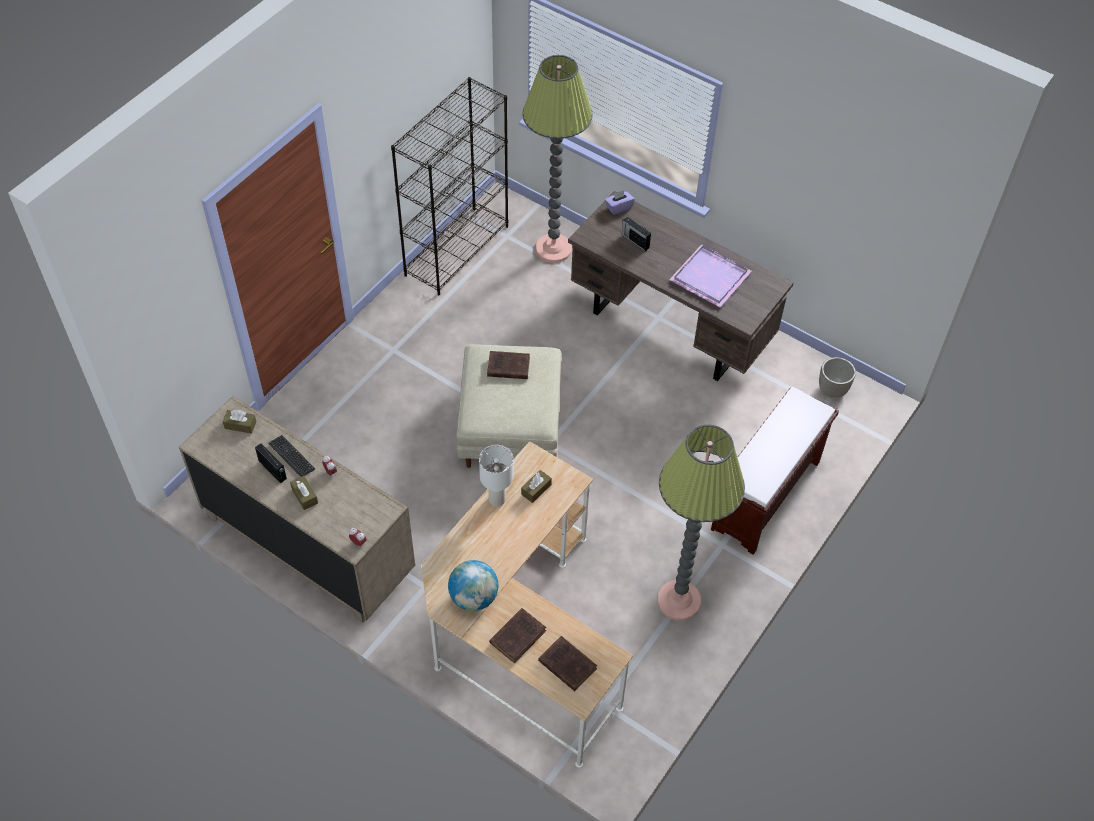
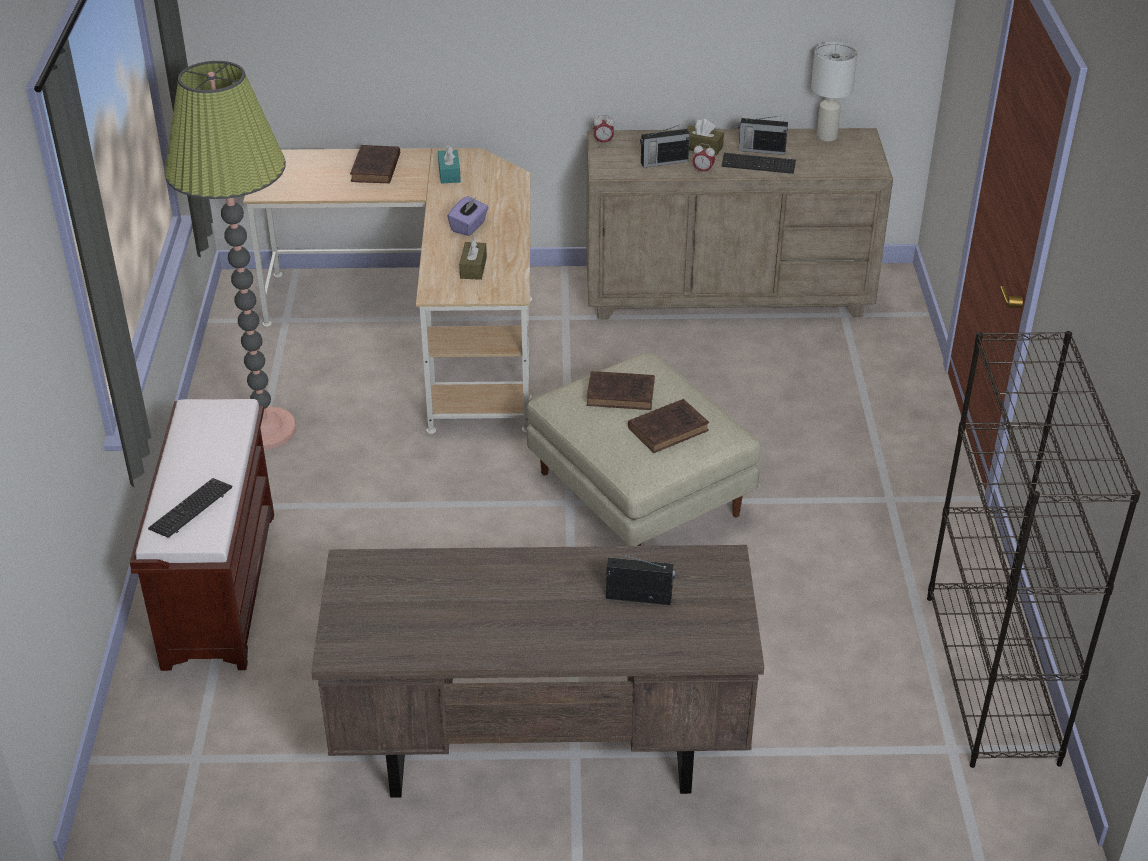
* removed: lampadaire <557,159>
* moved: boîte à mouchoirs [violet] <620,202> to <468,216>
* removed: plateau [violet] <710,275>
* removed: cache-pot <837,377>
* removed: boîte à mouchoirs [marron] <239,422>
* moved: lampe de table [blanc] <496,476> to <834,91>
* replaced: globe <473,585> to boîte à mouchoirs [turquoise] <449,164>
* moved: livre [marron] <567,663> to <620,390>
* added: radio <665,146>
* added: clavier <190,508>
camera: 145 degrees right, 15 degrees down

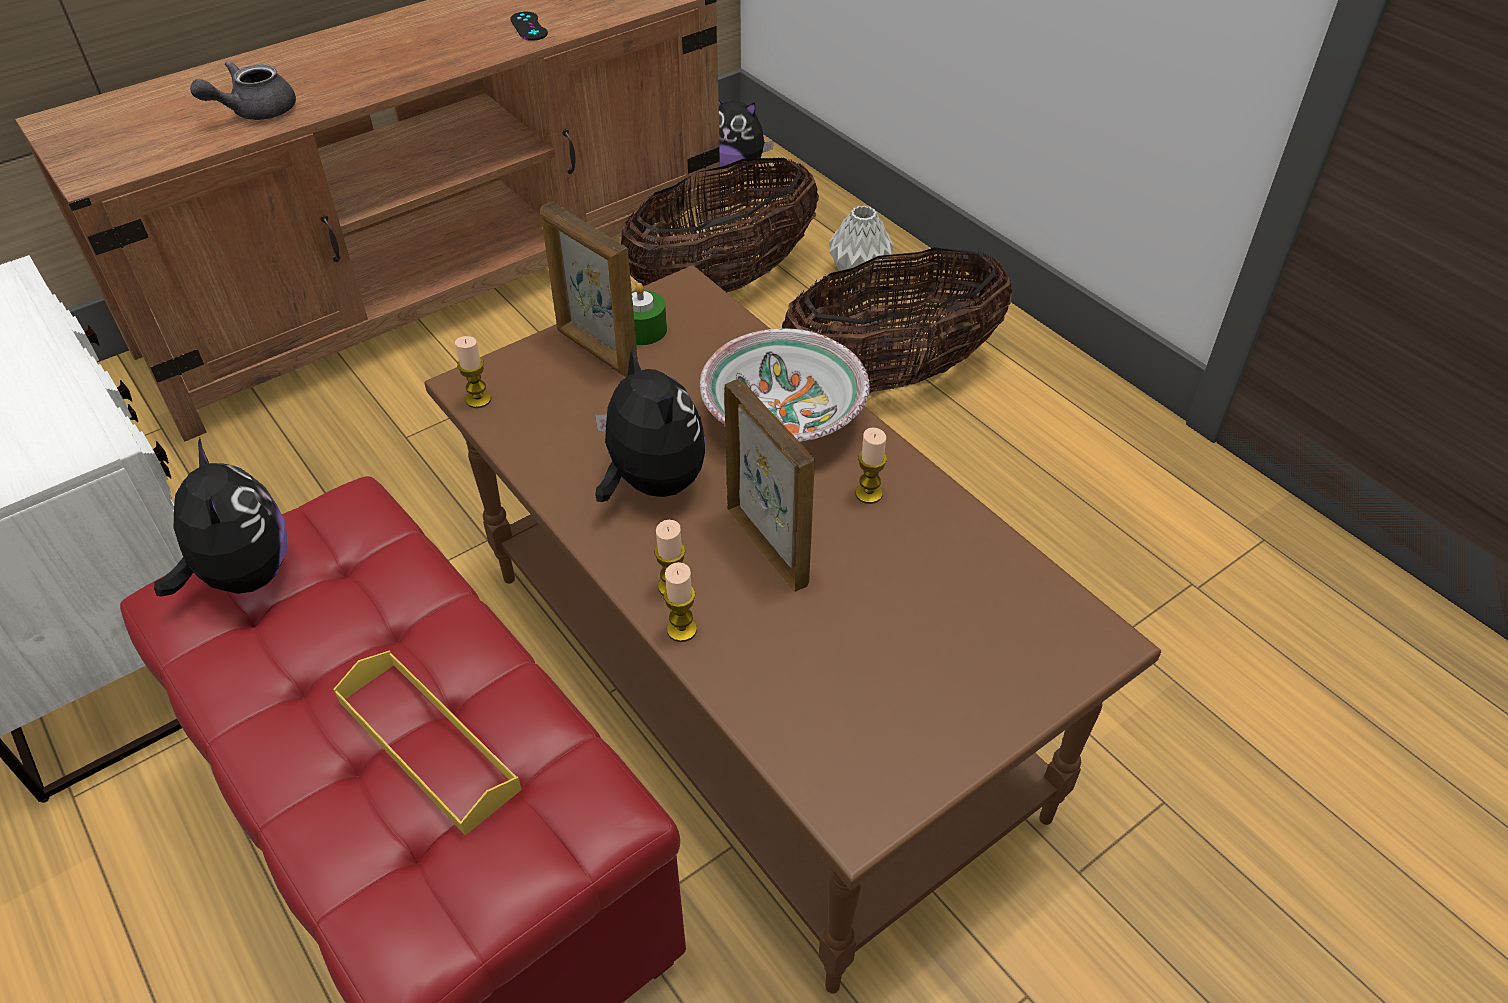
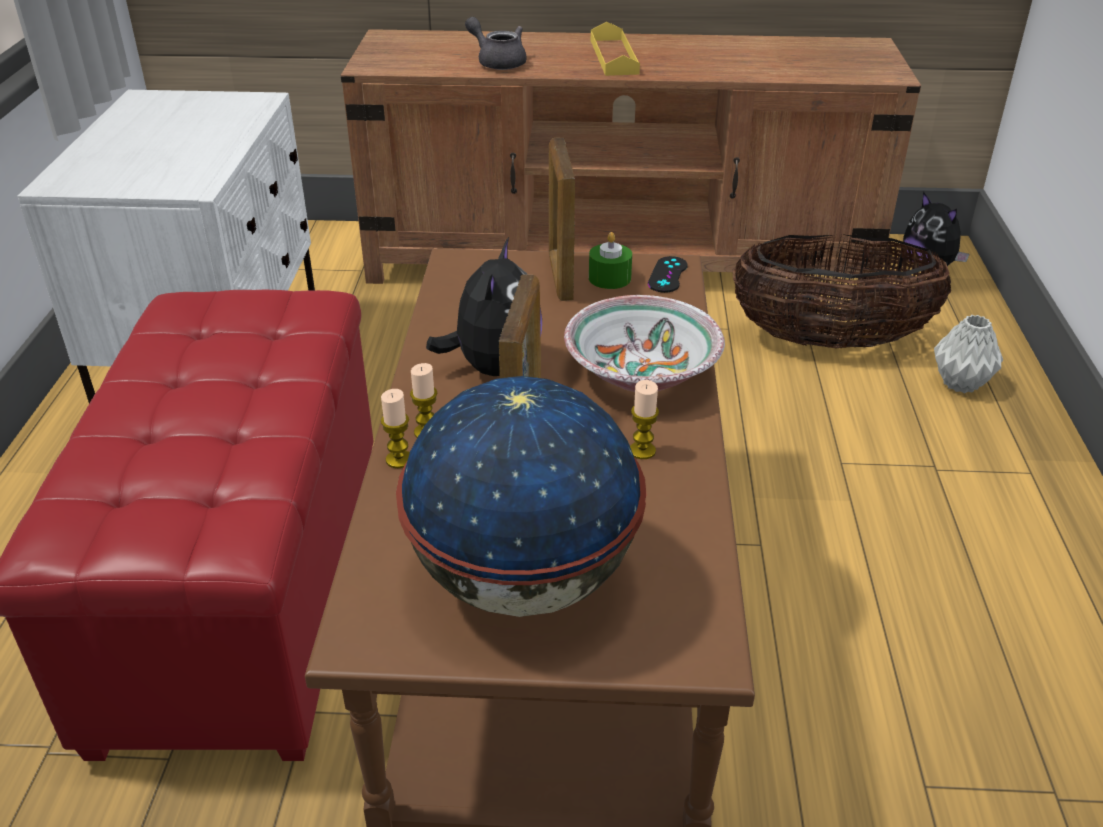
* moved: manette [noir] <529,26> to <668,274>
* turned: théière [gris] <243,90> = <496,43> 45 degrees clockwise
* removed: panier <897,320>
* removed: bougie <473,372>
* removed: peluche <220,517>
* moved: plateau [jaune] <428,742> to <615,49>
* added: globe <521,496>
camera: 40 degrees right, 10 degrees down

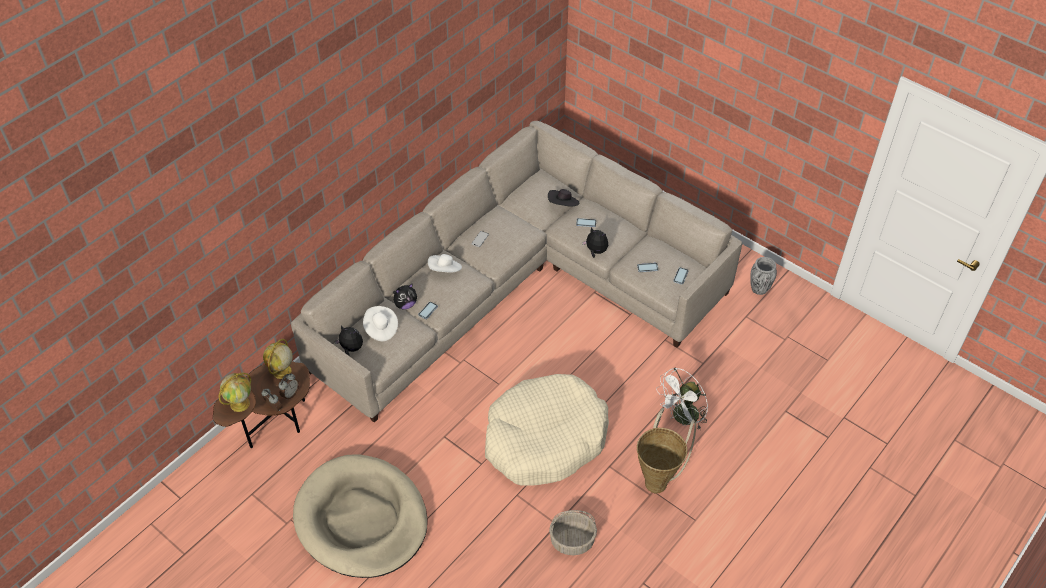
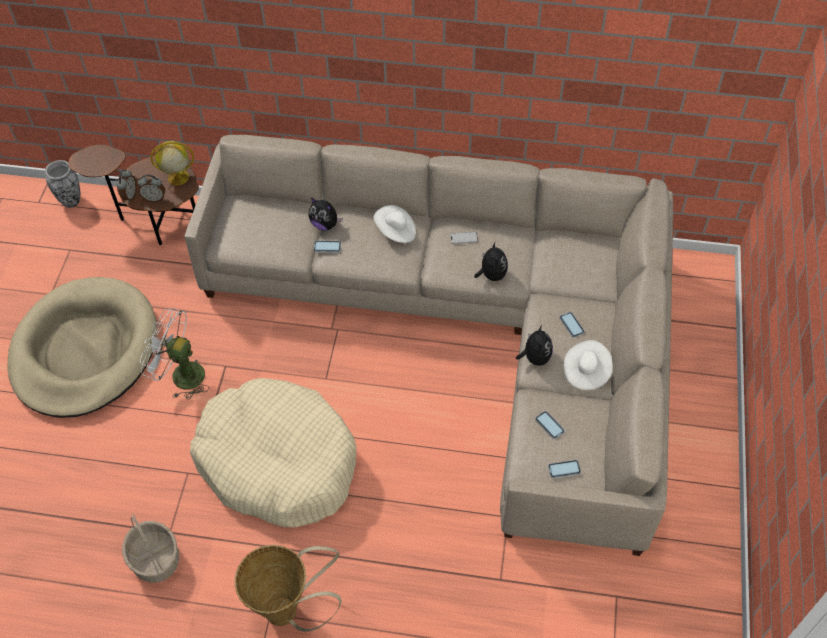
* removed: chapeau [noir] <563,198>
* moved: vase <763,276> to <63,184>
* moved: chapeau [blanc] <380,323> to <588,365>
* moved: peluche <349,340> to <491,261>
* moved: ventilateur [blanc] <682,398> to <174,354>
* removed: globe <235,392>
camera: 60 degrees right, 5 degrees up

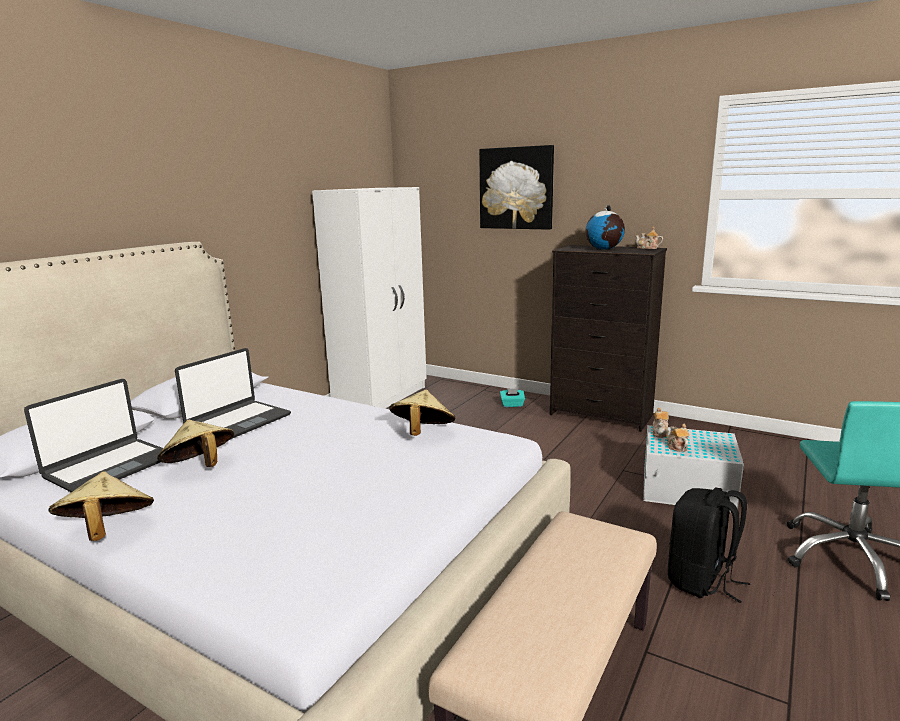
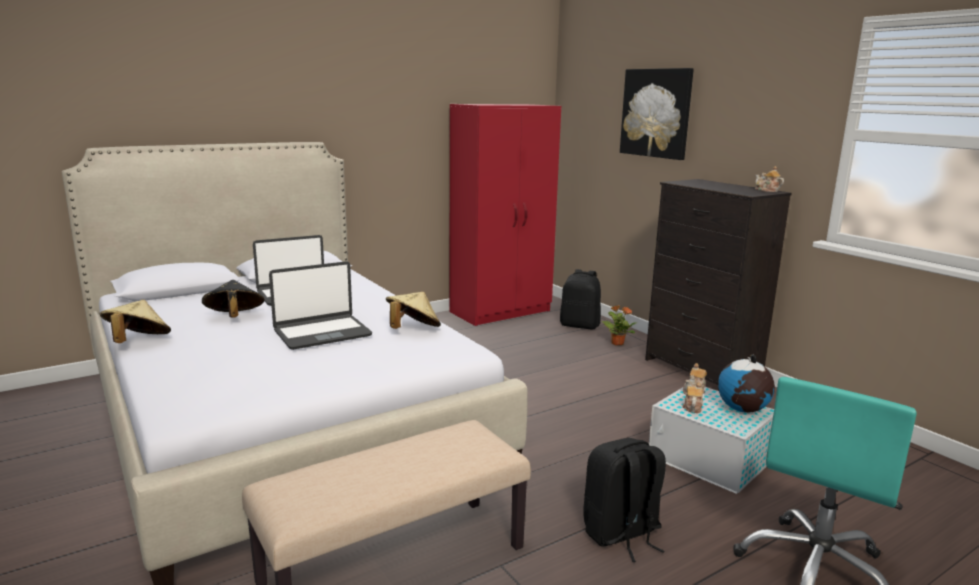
* recoloured: armoire [blanc] <369,297> to armoire [rouge] <505,215>
* moved: globe <605,227> to <746,384>
* moved: ordinateur portable <93,435> to <320,305>
* replaced: boîte à mouchoirs [turquoise] <512,398> to plante en pot <620,325>
* recoloured: chapeau [beige] <195,443> to chapeau [noir] <233,299>
* added: sac à dos [noir] <580,299>
camera: 25 degrees right, 0 degrees up

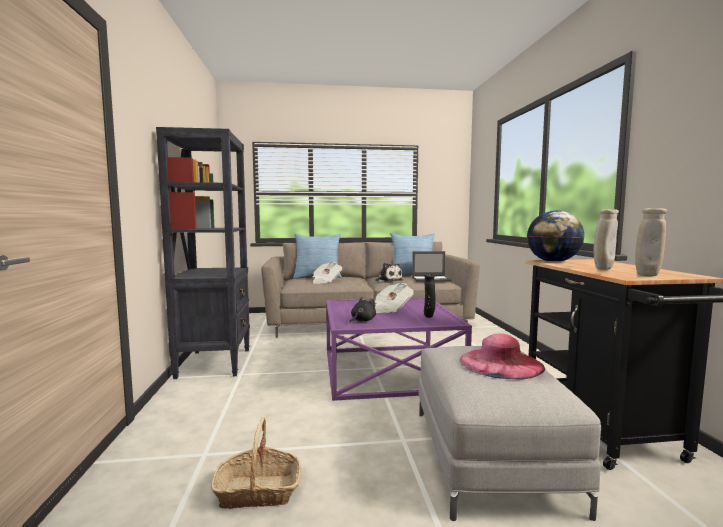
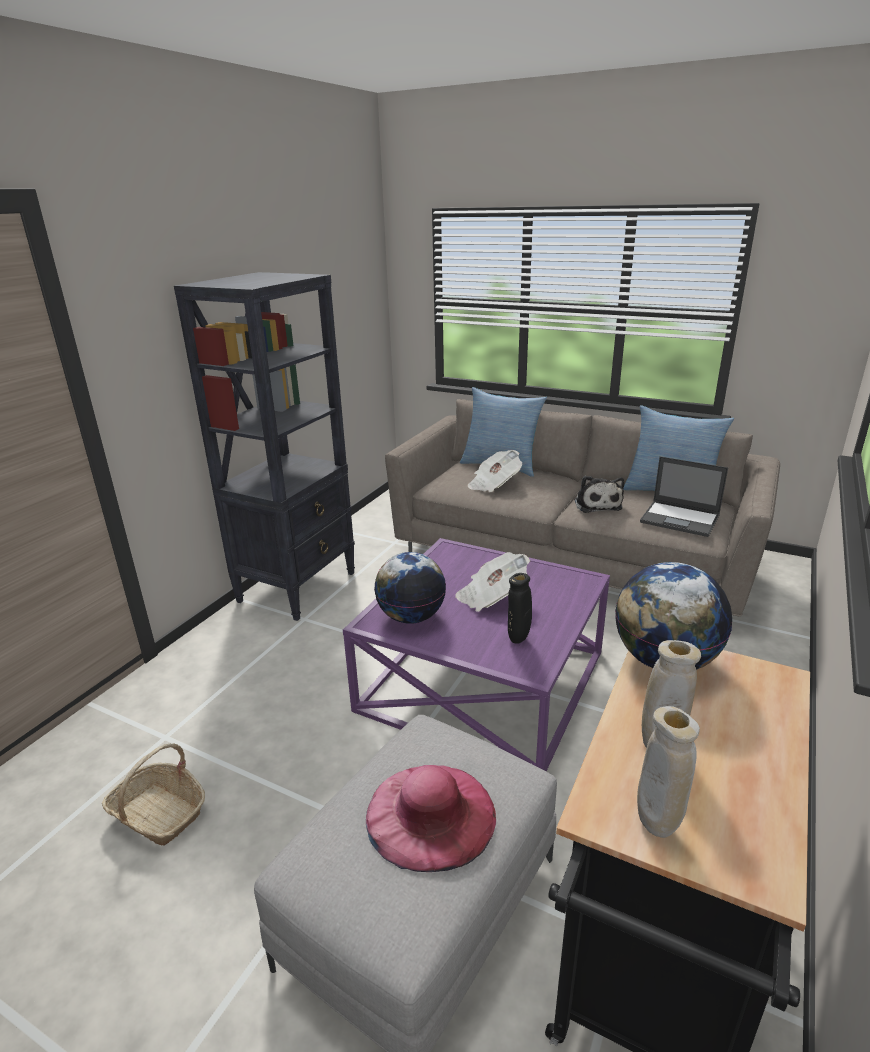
* replaced: peluche [noir] <363,310> to globe <410,588>
camera: 35 degrees right, 20 degrees up

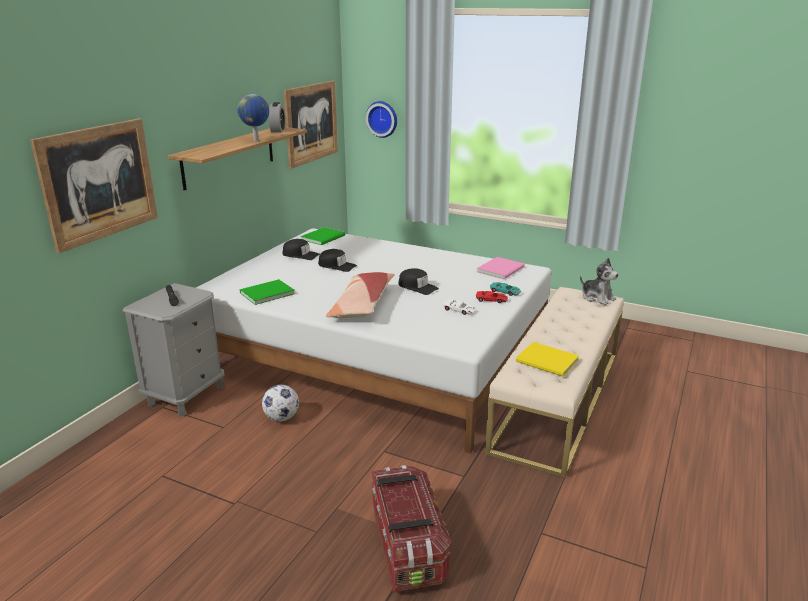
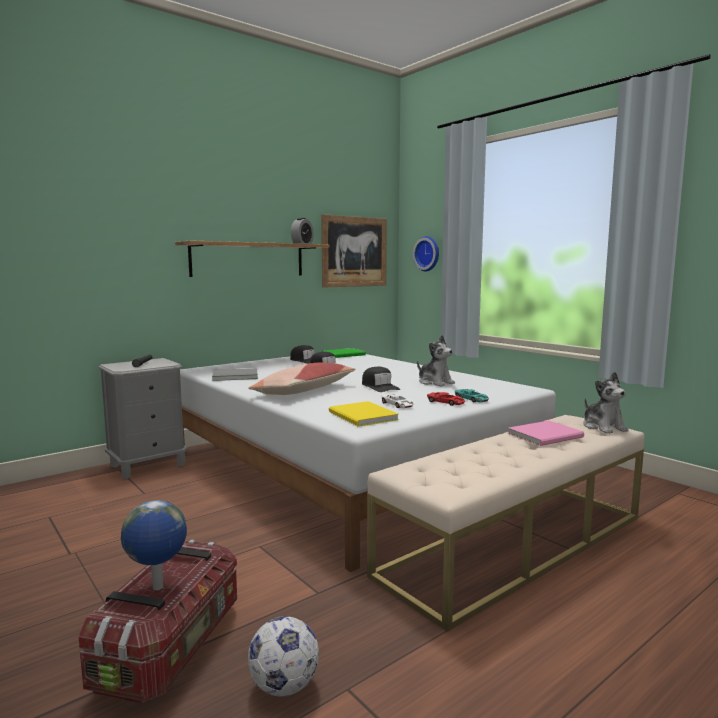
* moved: globe <253,117> to <154,545>
* removed: tableau <94,185>
* moved: livre [rose] <501,268> to <546,433>
* recoloured: livre [vert] <267,292> to livre [gris] <235,374>
* moved: livre [jaune] <547,359> to <364,414>
* moved: ballon de foot <280,403> to <283,656>
* added: peluche <436,361>
camera: 25 degrees right, 15 degrees down

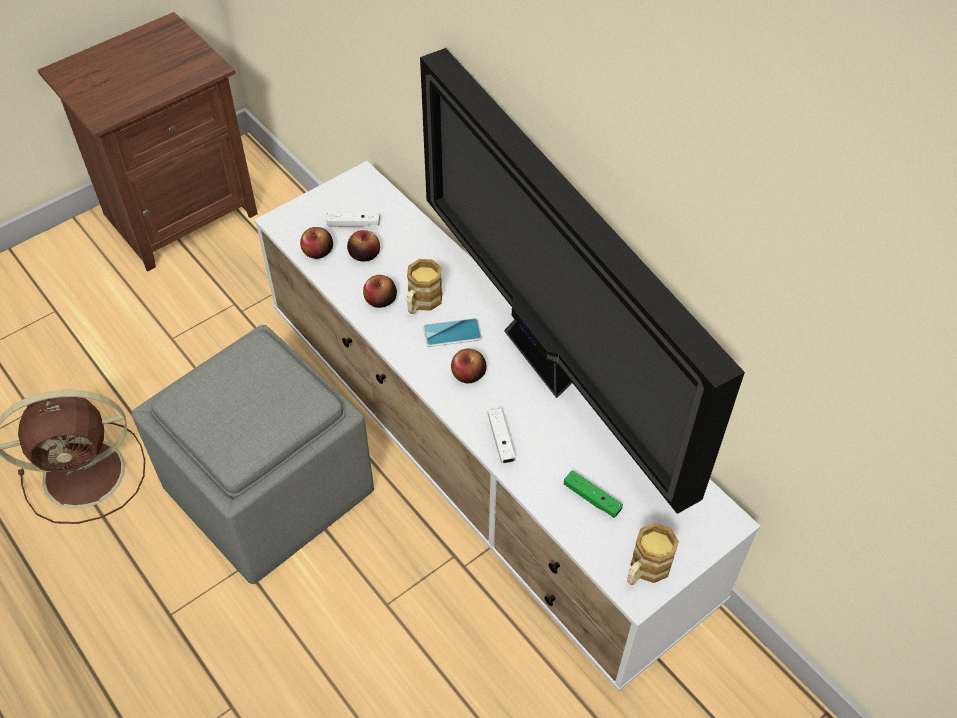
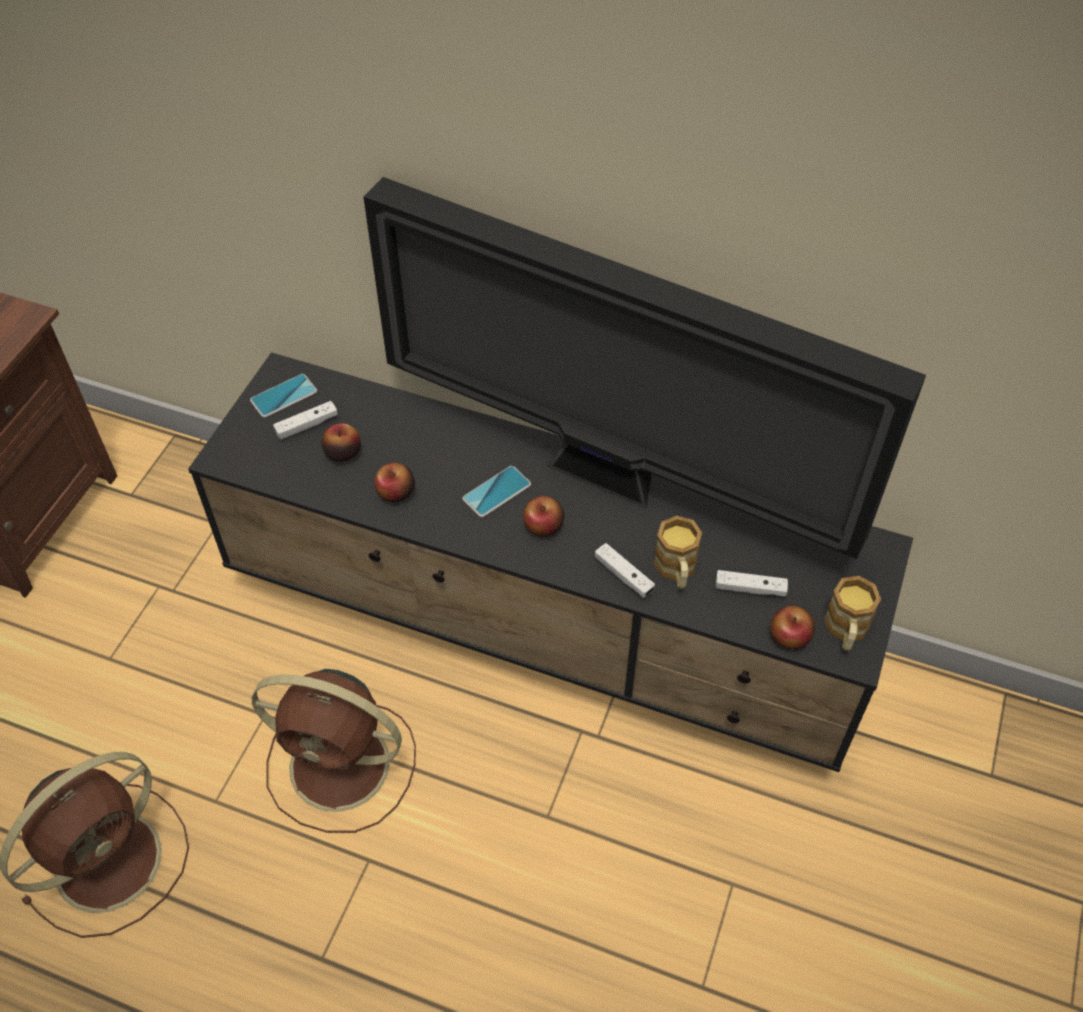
* recoloured: meuble télé [blanc] <507,426> to meuble télé [noir] <550,562>
* moved: pomme <316,243> to <792,627>
* moved: mug <424,286> to <677,552>
* replaced: pouf [gris] <252,454> to ventilateur [marron] <334,751>
* recoloured: manette [vert] <593,494> to manette [blanc] <752,583>
* added: téléphone <283,396>
camera: 30 degrees left, 0 degrees up

